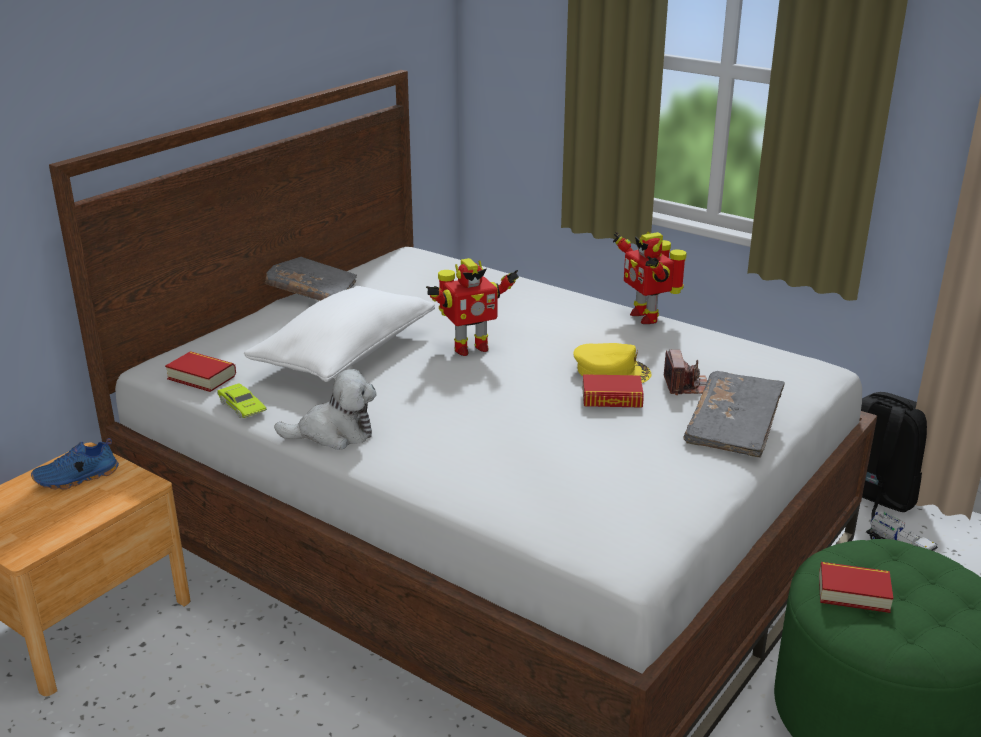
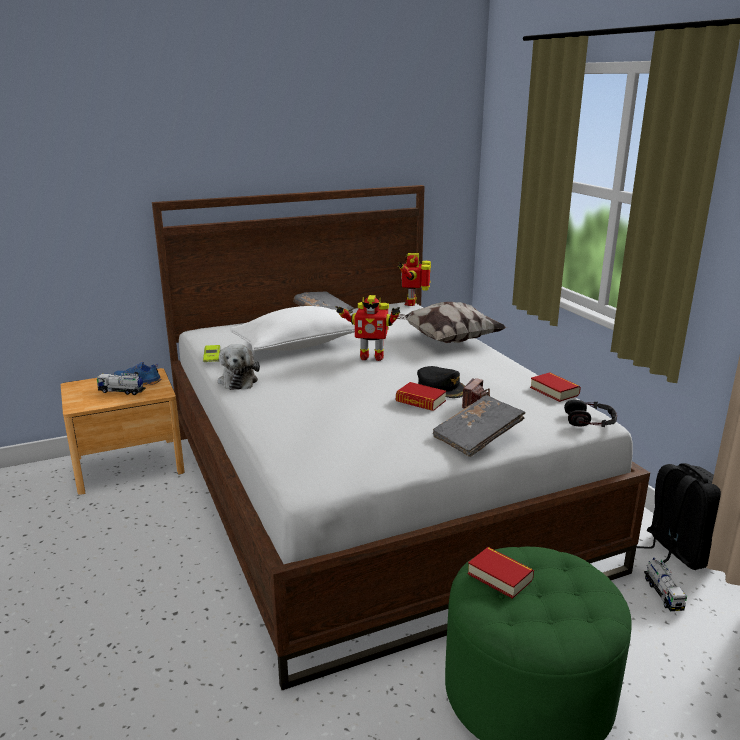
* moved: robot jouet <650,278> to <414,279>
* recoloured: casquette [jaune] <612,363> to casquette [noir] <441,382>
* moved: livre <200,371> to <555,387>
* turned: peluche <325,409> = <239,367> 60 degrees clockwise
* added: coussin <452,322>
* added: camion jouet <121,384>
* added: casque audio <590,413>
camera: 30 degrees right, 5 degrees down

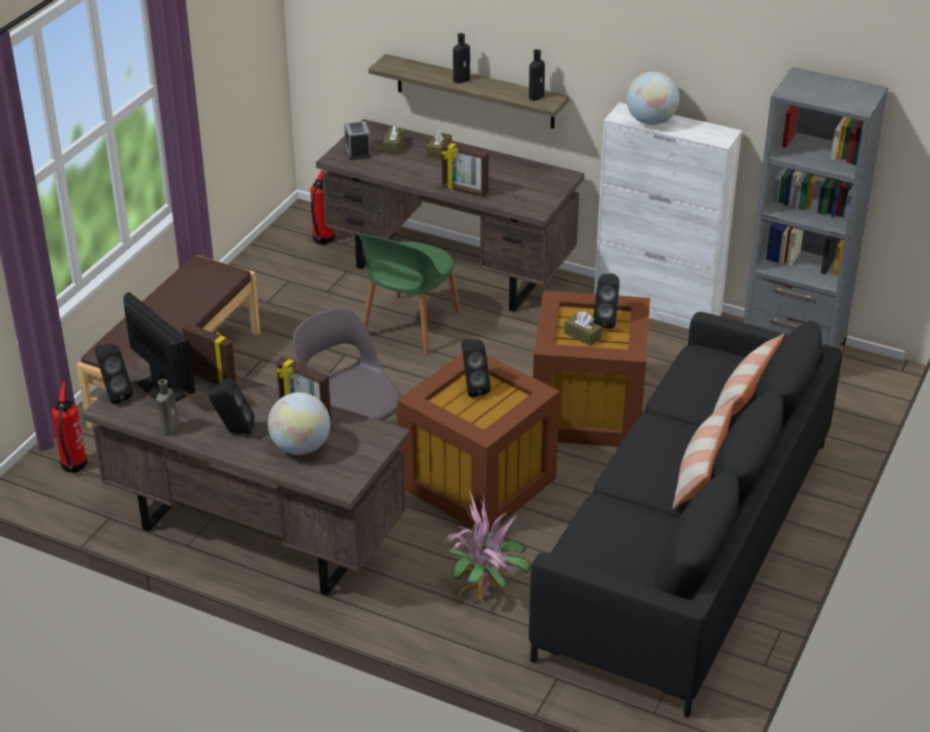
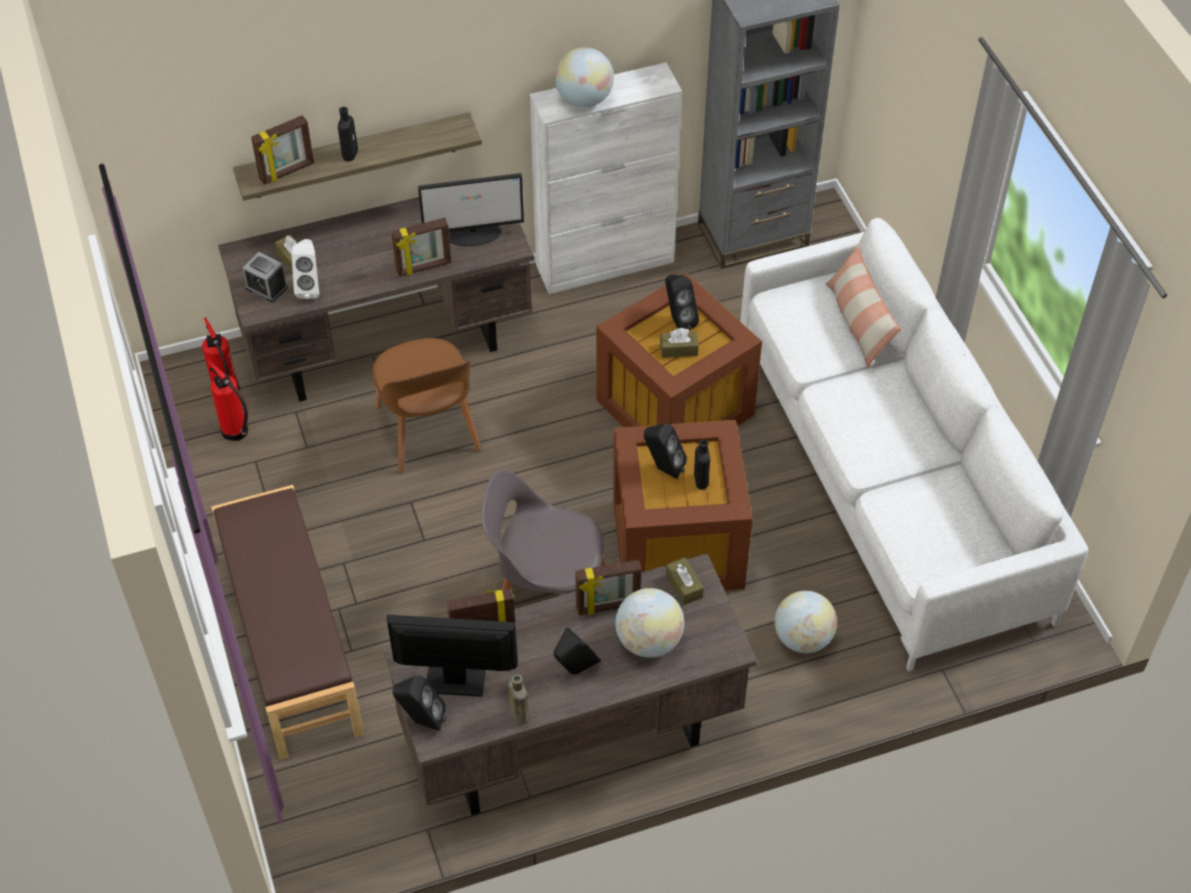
* moved: bouteille [noir] <537,75> to <702,464>
* moved: boîte à mouchoirs [marron] <439,144> to <685,581>
* recoloured: chaise [vert] <409,294> to chaise [marron] <426,405>
* recoloured: canapé [noir] <685,515> to canapé [blanc] <914,445>
* moved: extincteur <69,427> to <227,400>
* removed: coussin <703,455>
* replaced: plante en pot <486,547> to globe <806,622>
* added: cadre photo <282,149>
* added: écran d'ordinateur <471,209>
* added: enceinte [blanc] <305,269>
camera: 45 degrees left, 15 degrees up

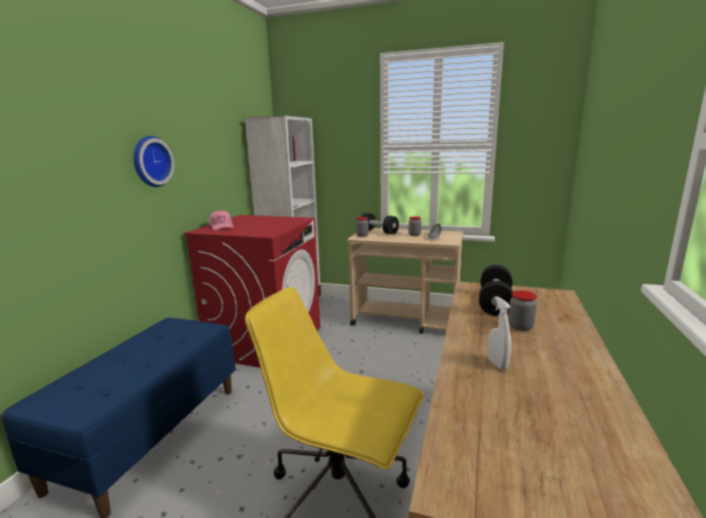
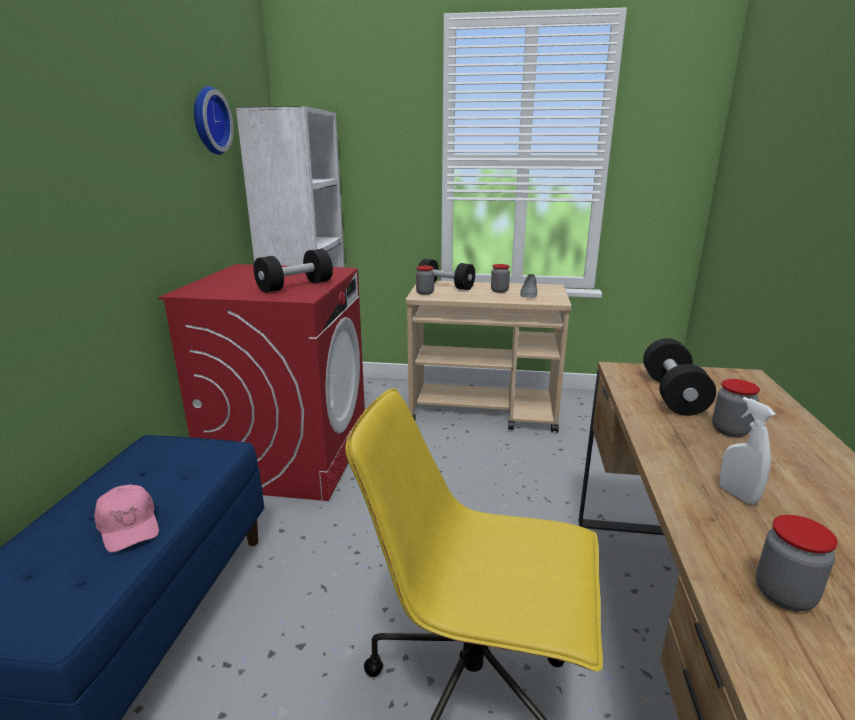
* moved: horloge murale <153,161> to <214,120>
* moved: casquette [rose] <221,220> to <126,519>
* added: haltère [noir] <293,271>
* added: bocal <797,563>
camera: 10 degrees left, 5 degrees up

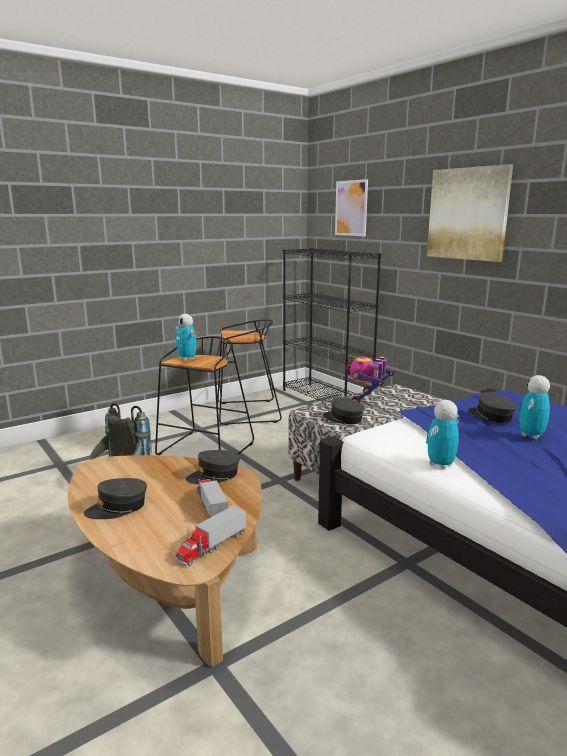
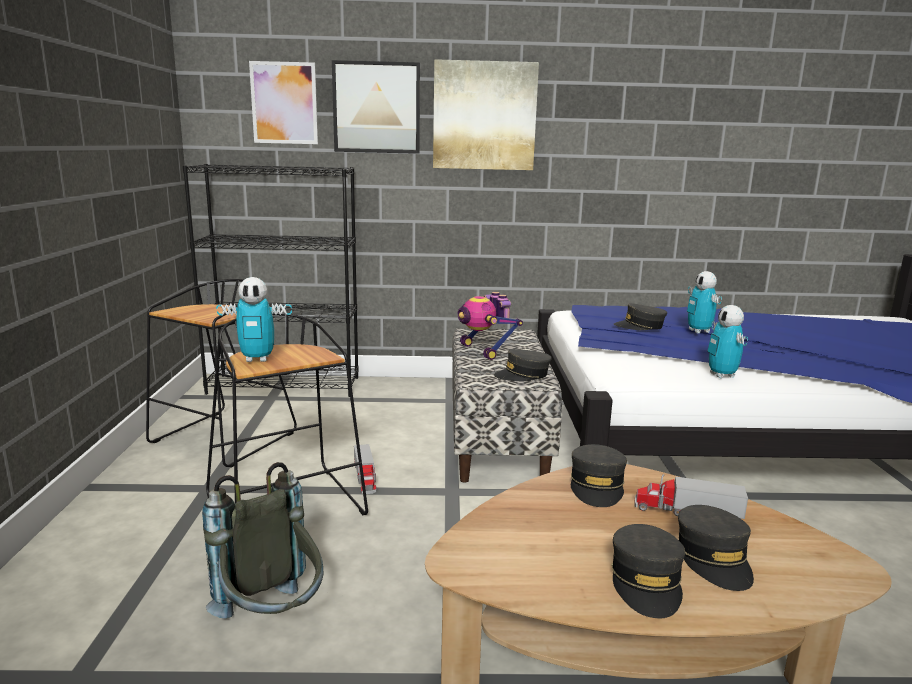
* moved: camion jouet <211,536> to <365,469>
* added: tableau <376,107>
* added: casquette [gris] <716,548>
camera: 55 degrees left, 0 degrees up

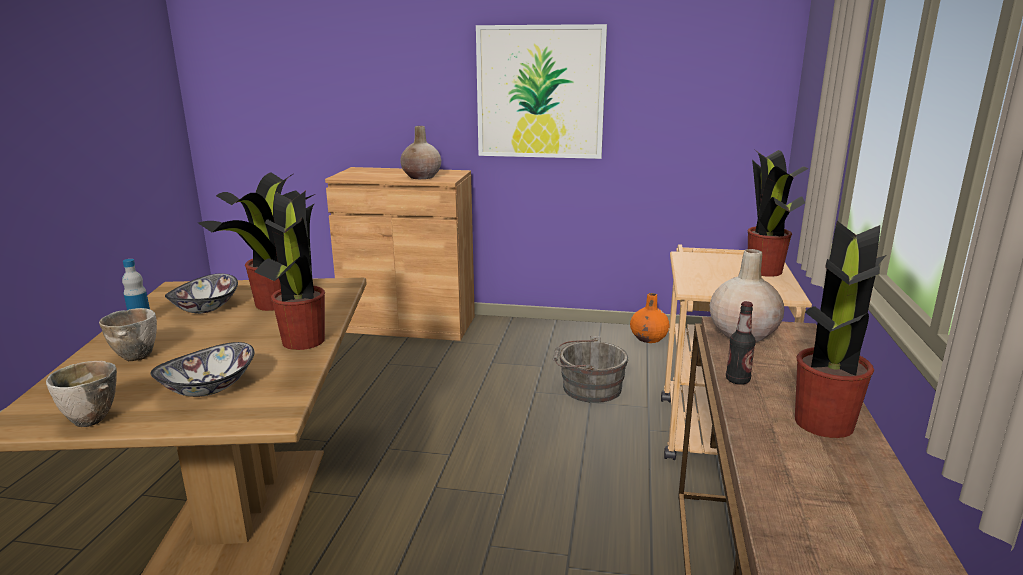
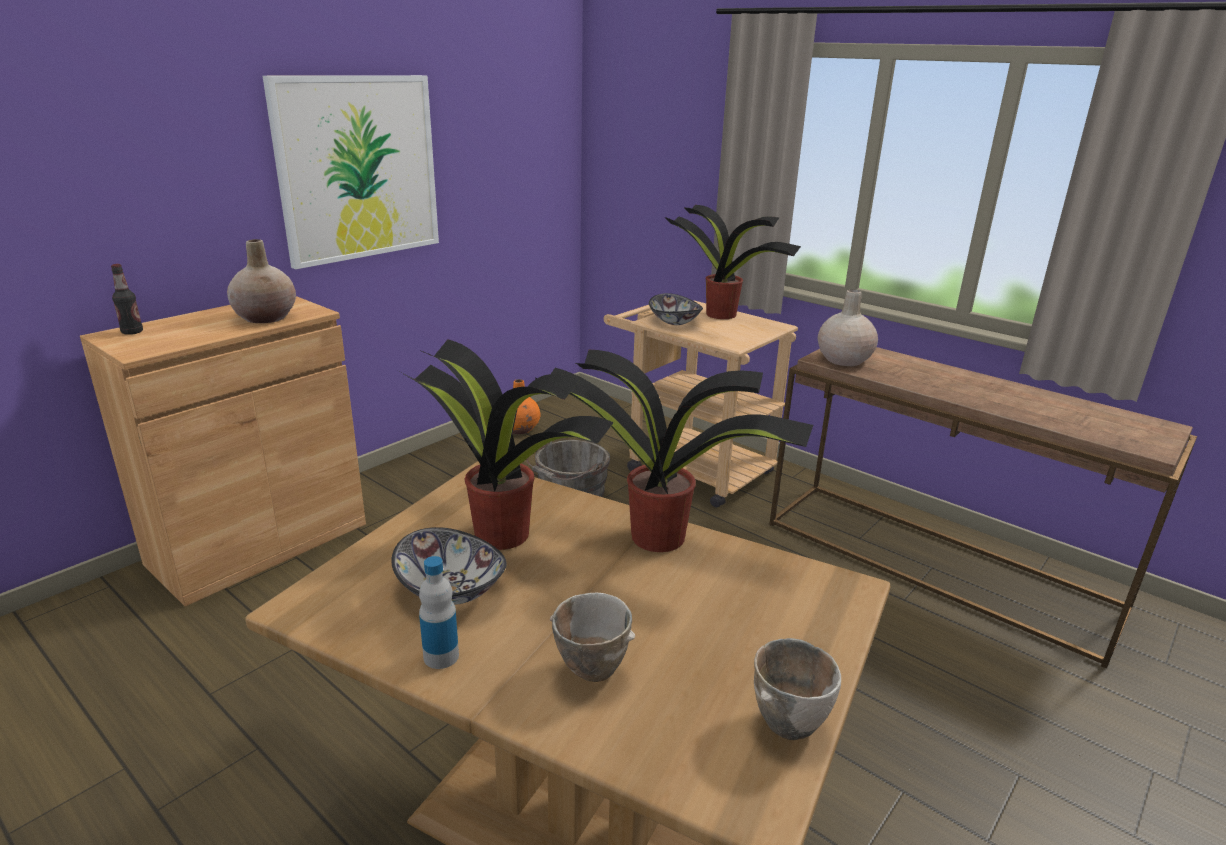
* removed: plante en pot <840,329>
* moved: bouteille <741,343> to <127,299>
* moved: bol <202,369> to <676,309>
camera: 60 degrees left, 5 degrees up

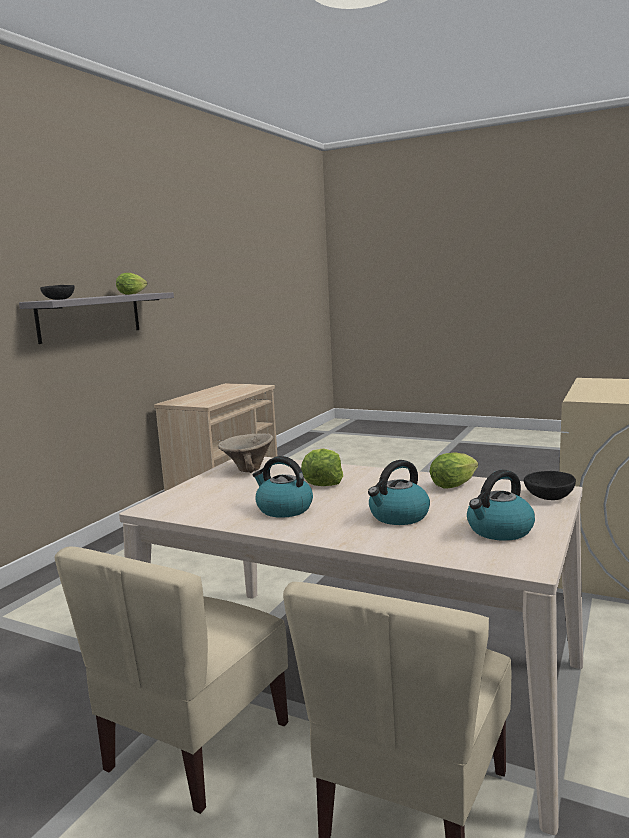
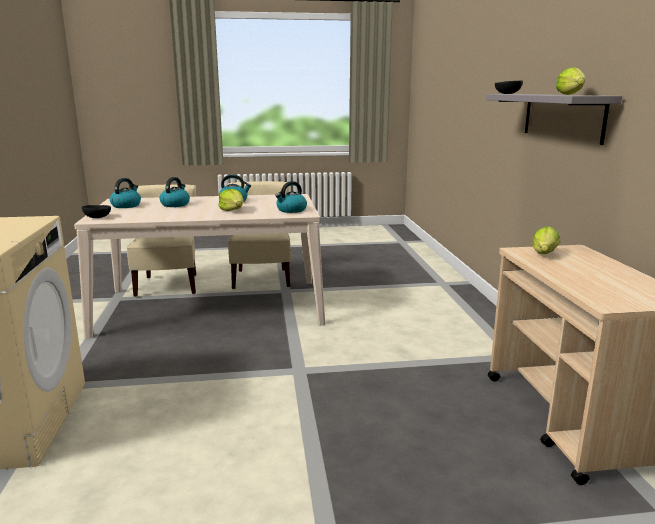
* replaced: bol [beige] <245,453> to bouilloire <291,197>
* moved: laitue <454,470> to <546,240>
camera: 145 degrees right, 5 degrees up

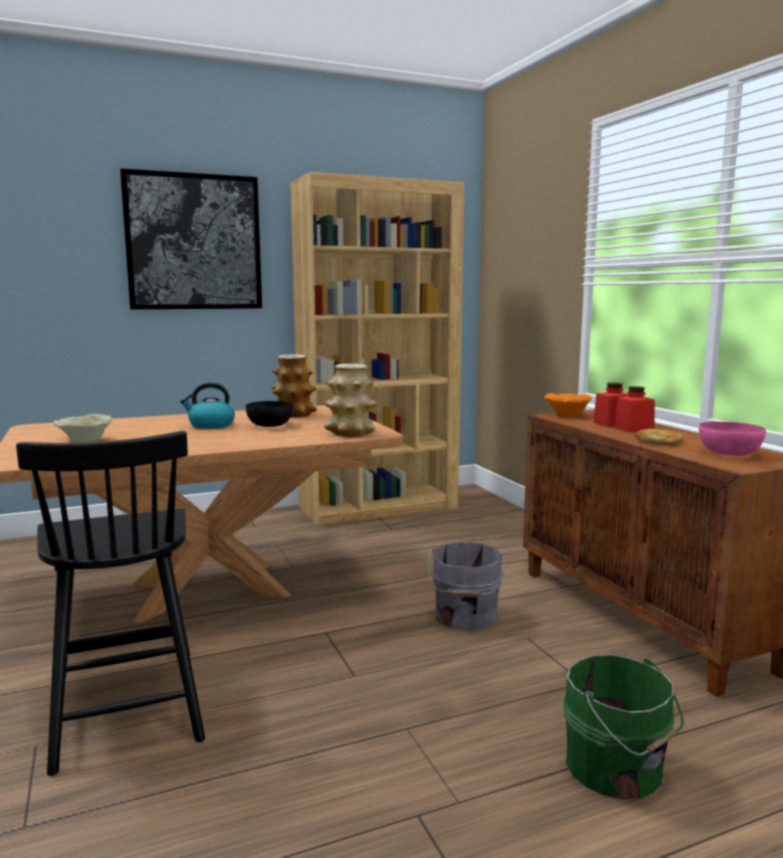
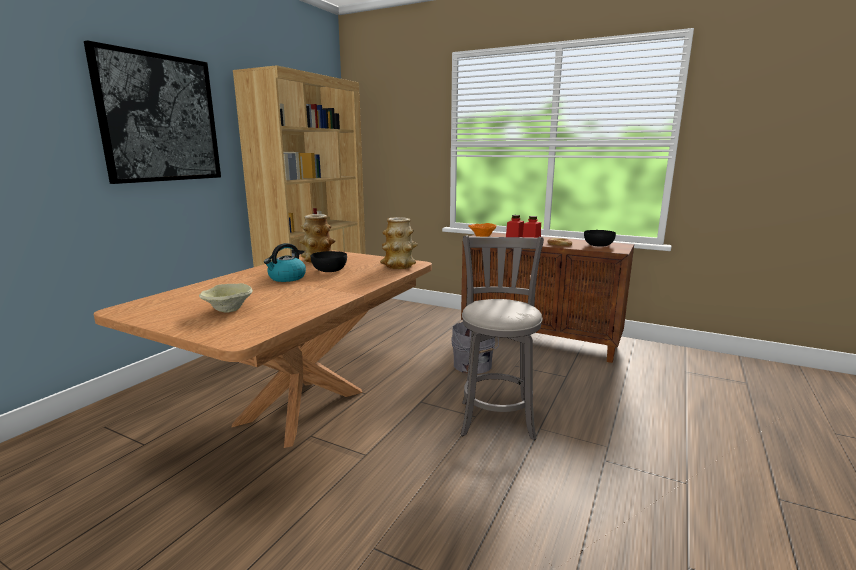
* recoloured: bol [rose] <732,439> to bol [noir] <600,238>
* removed: chaise [noir] <110,603>
* removed: seau [vert] <623,727>
* added: tabouret [gris] <502,338>
camera: 40 degrees left, 5 degrees up

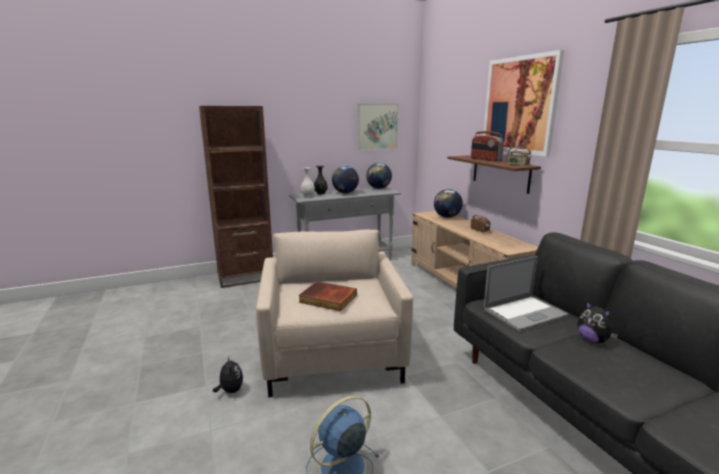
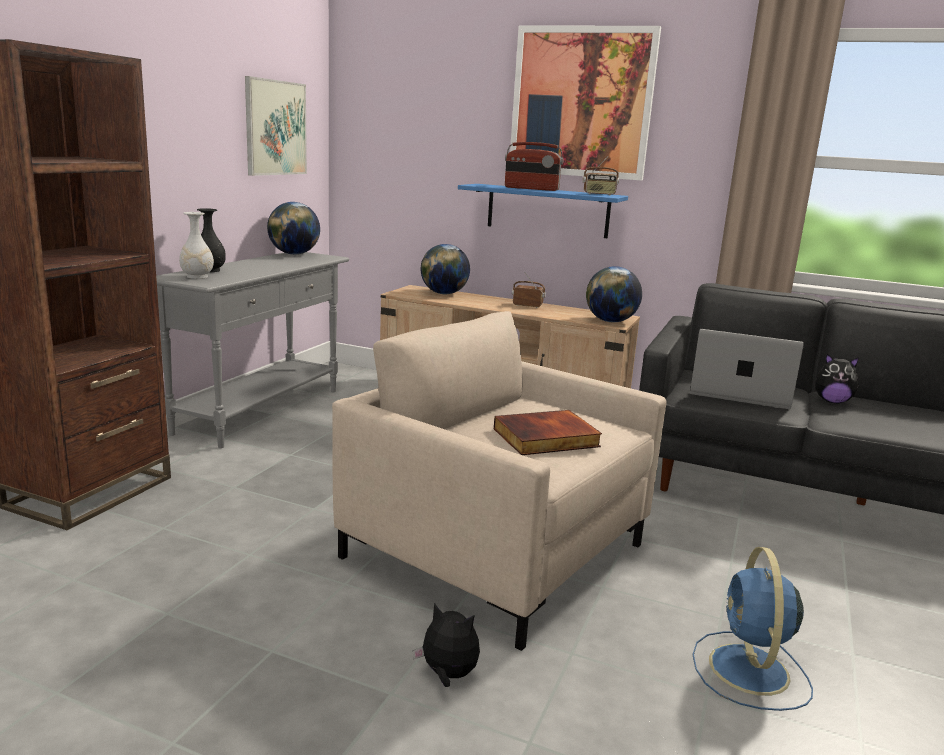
* recoloured: étagère [marron] <494,174> to étagère [bleu] <543,211>
* moved: globe <345,179> to <614,294>
* turned: ordinateur portable <526,293> = <747,369> 90 degrees counterclockwise
camera: 45 degrees left, 0 degrees up

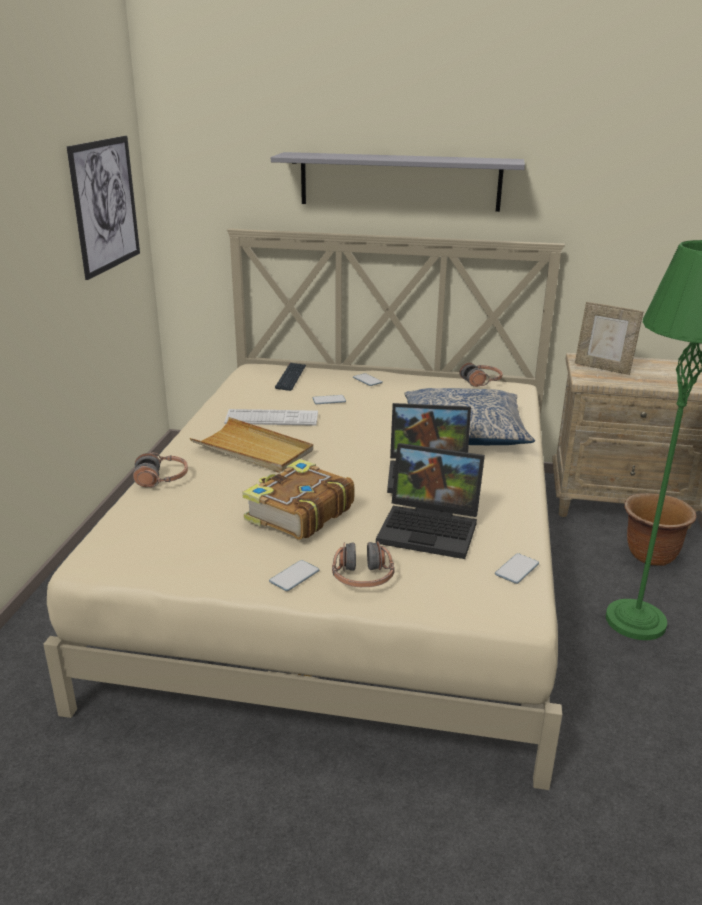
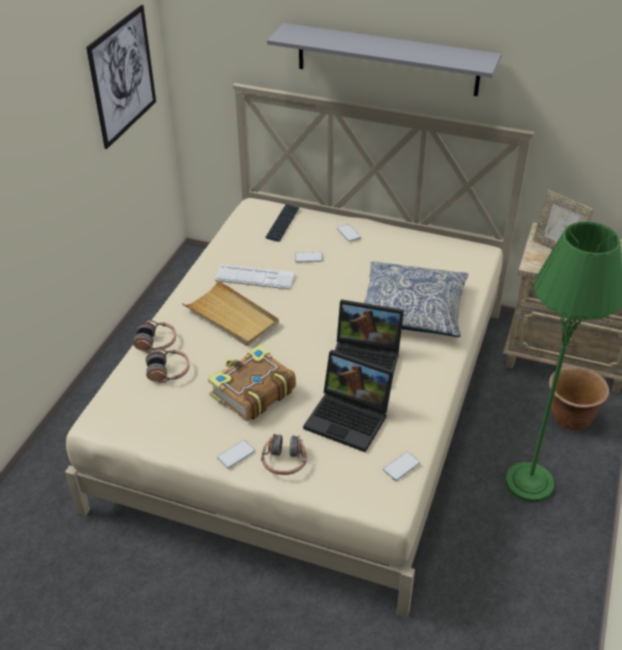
* moved: casque audio <481,375> to <168,366>
camera: 10 degrees right, 15 degrees up

